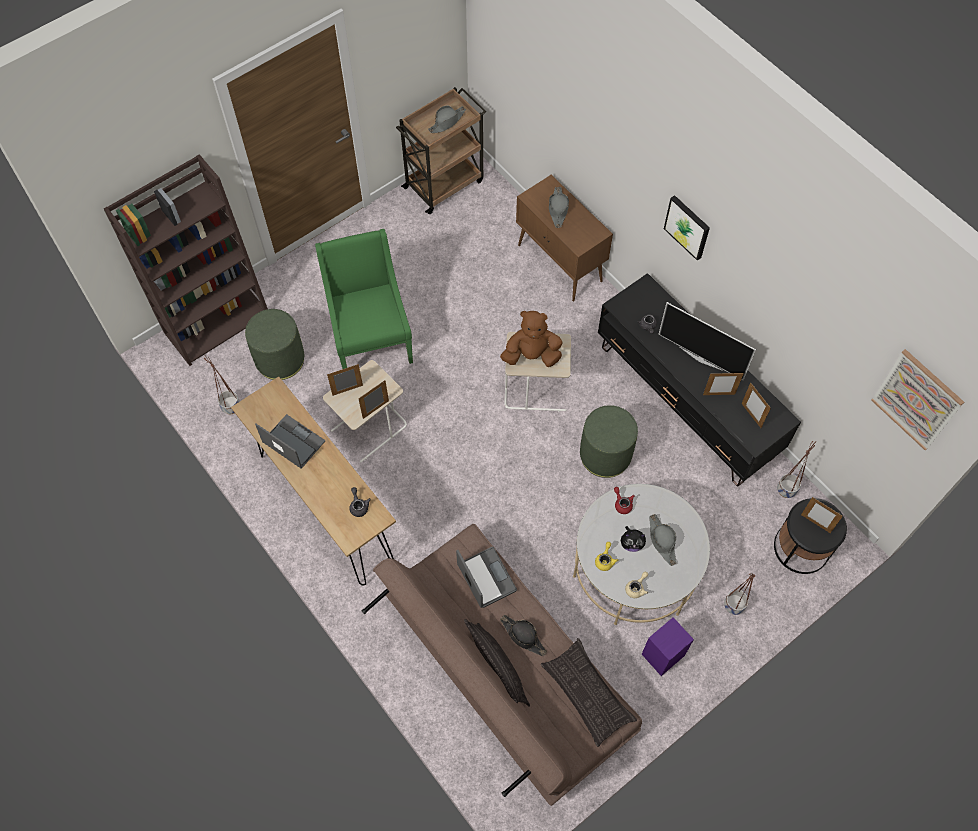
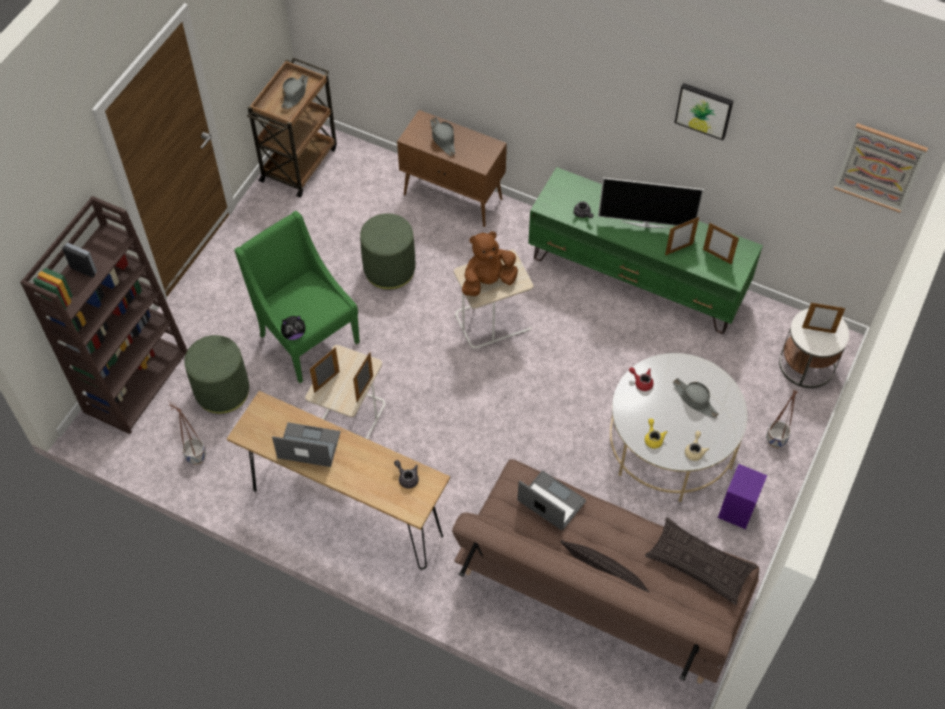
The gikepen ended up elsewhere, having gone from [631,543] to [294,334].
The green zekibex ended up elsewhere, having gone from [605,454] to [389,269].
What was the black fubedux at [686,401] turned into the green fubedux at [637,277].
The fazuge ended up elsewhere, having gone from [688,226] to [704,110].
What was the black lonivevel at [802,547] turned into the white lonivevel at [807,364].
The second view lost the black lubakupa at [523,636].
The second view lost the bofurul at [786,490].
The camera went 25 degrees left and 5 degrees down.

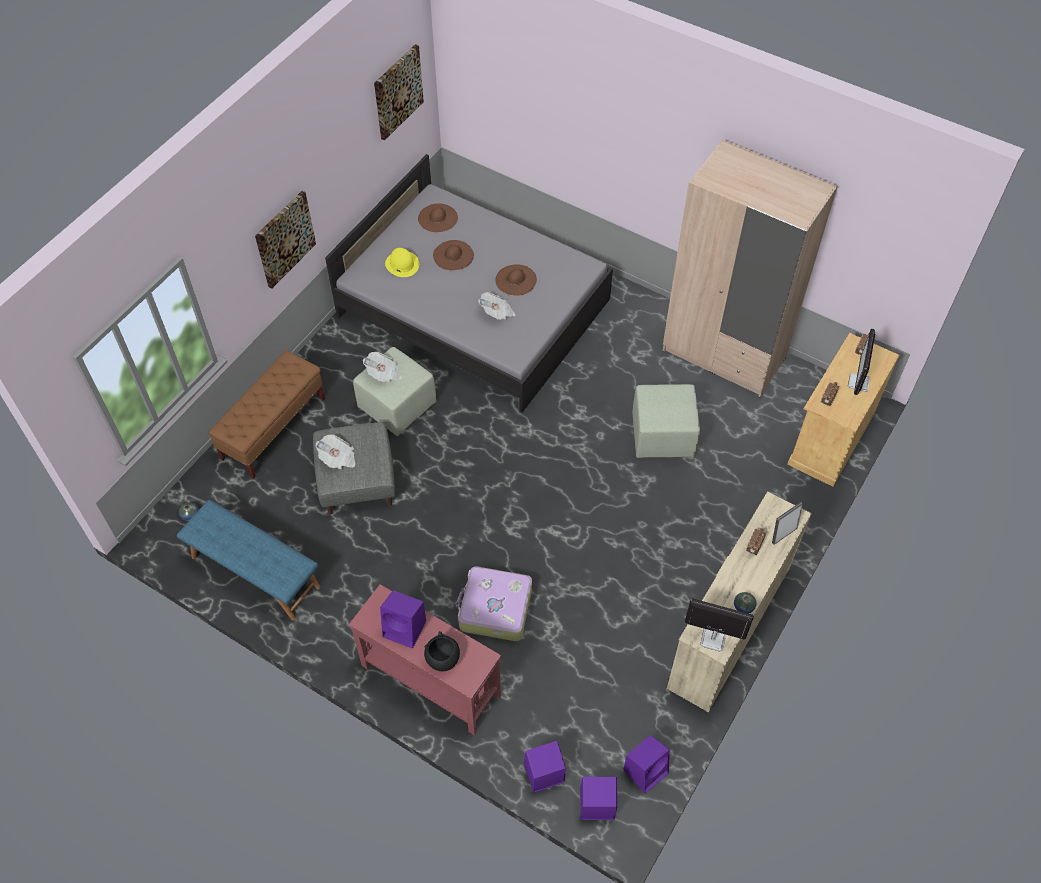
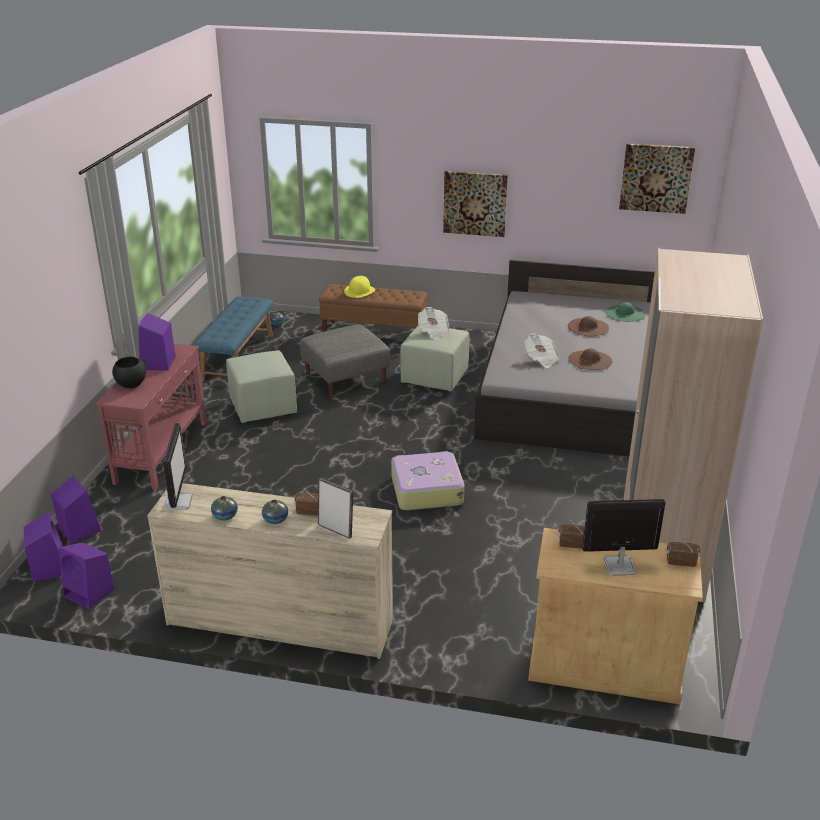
The green zekibex ended up elsewhere, having gone from [663,435] to [263,408].
The second view gained the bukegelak at [275,520].
The yellow lubakupa ended up elsewhere, having gone from [402,264] to [359,291].
The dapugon ended up elsewhere, having gone from [494,609] to [426,490].
What was the brown lubakupa at [438,218] turned into the green lubakupa at [625,313].
The second view lost the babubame at [338,458].
The camera went 70 degrees right and 25 degrees down.

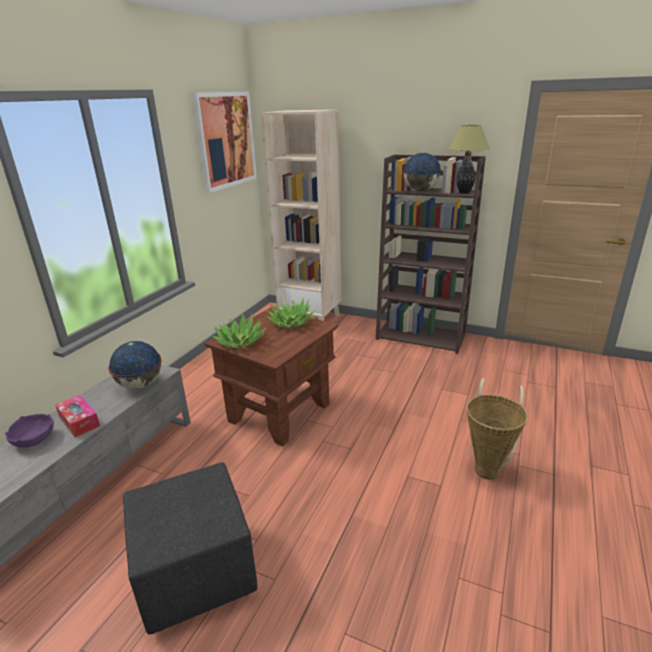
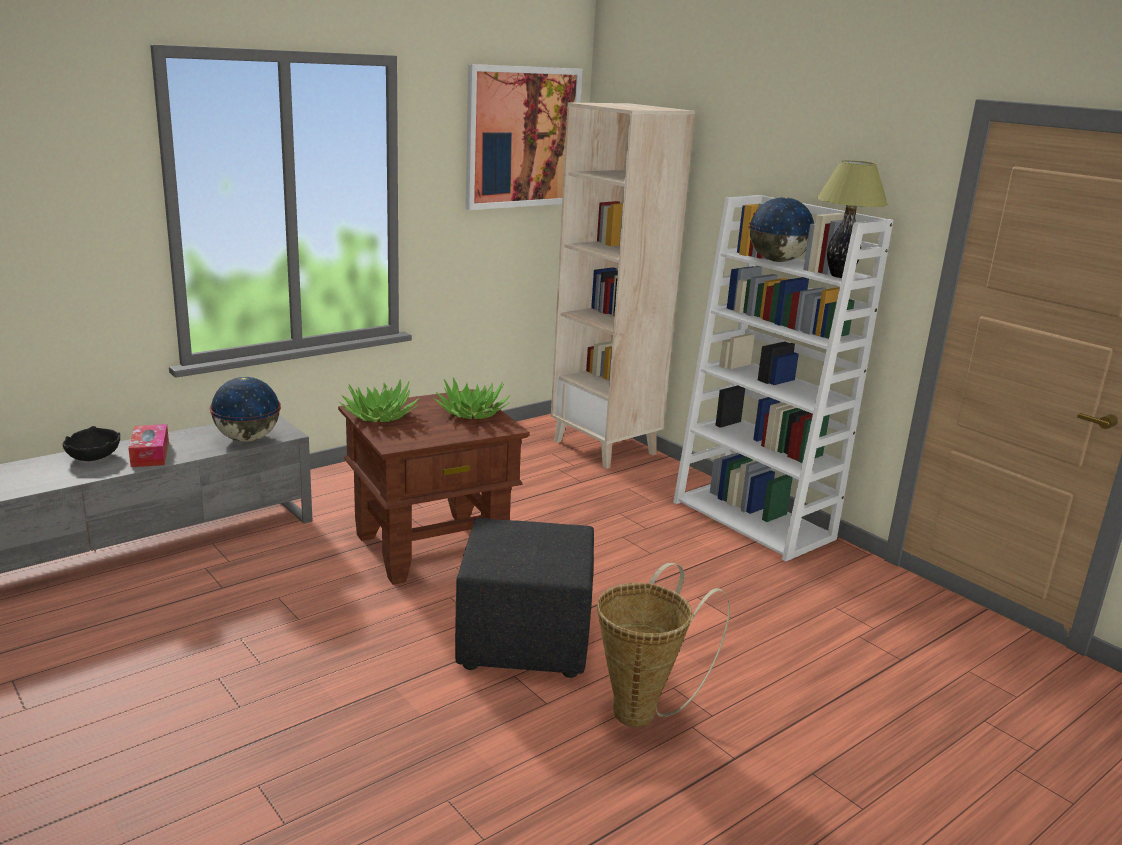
What was the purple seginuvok at [33,440] turned into the black seginuvok at [92,457].
The black zekibex ended up elsewhere, having gone from [197,572] to [526,641].
What was the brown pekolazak at [421,336] turned into the white pekolazak at [754,520].
The camera went 25 degrees right and 5 degrees down.

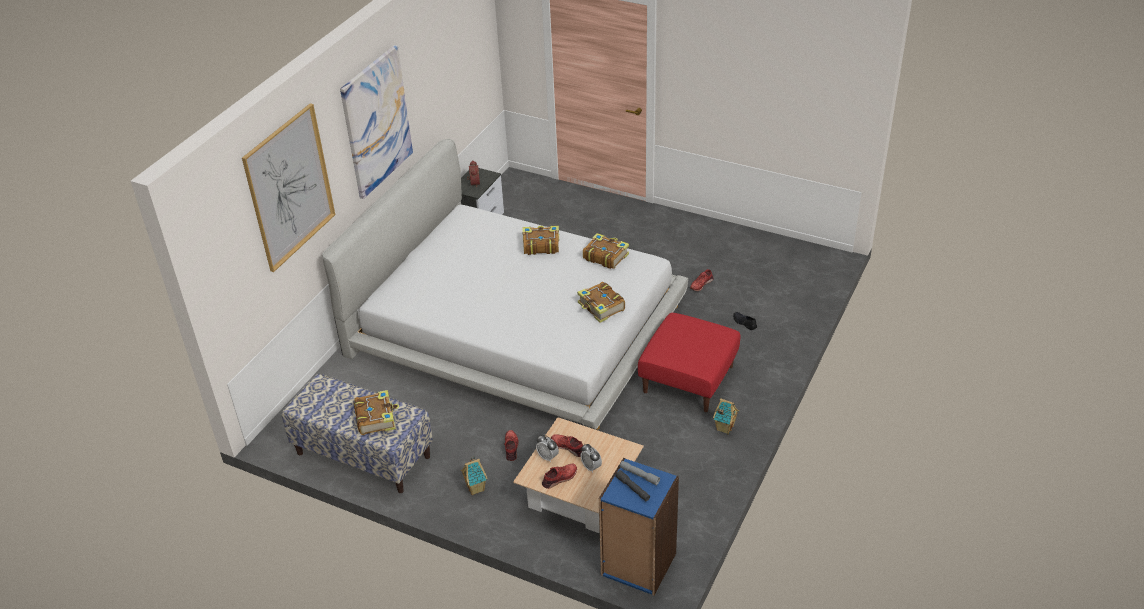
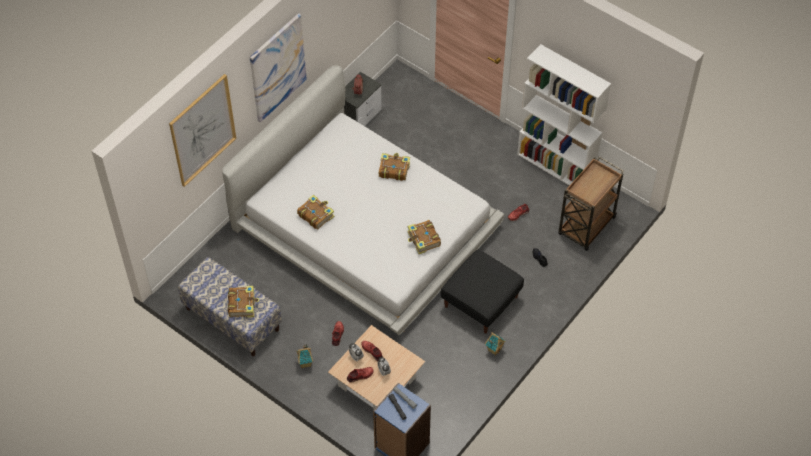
The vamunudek ended up elsewhere, having gone from [605,256] to [315,215].
What was the red zekibex at [688,378] turned into the black zekibex at [481,301].
The second view gained the white pekolazak at [556,166].
The second view gained the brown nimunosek at [586,227].
The camera went 10 degrees right and 15 degrees up.

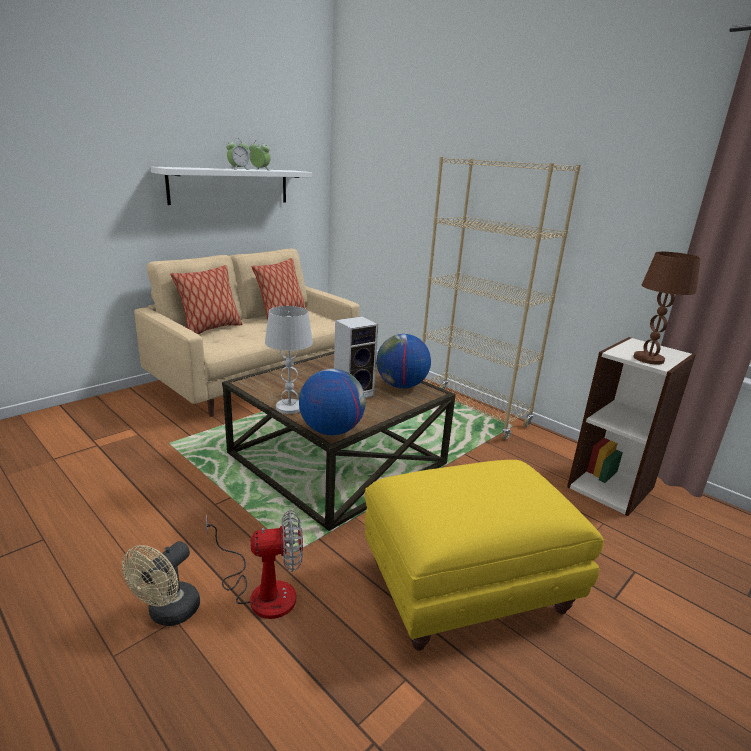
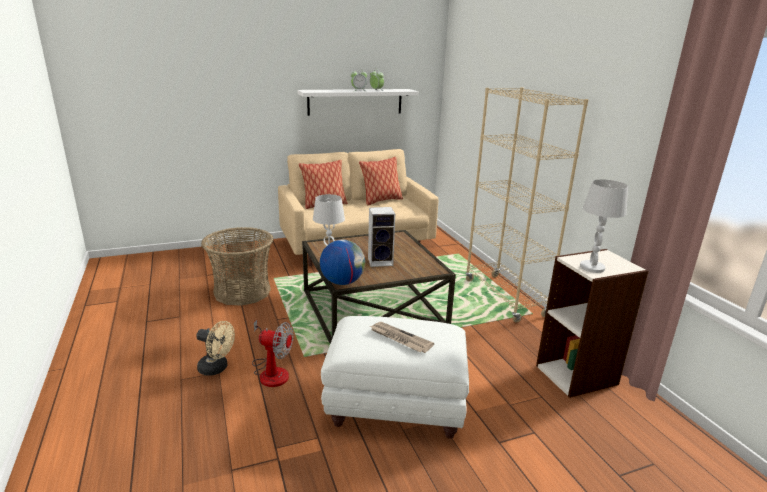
The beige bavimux at [168,614] ended up facing another way, 120 degrees counterclockwise from before.
The second view gained the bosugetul at [242,292].
What was the yellow zekibex at [465,589] turned into the white zekibex at [394,405].
The second view gained the babubame at [400,339].
What was the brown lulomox at [649,359] turned into the white lulomox at [592,267].
The second view lost the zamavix at [401,386].
The camera went 25 degrees right and 0 degrees up.

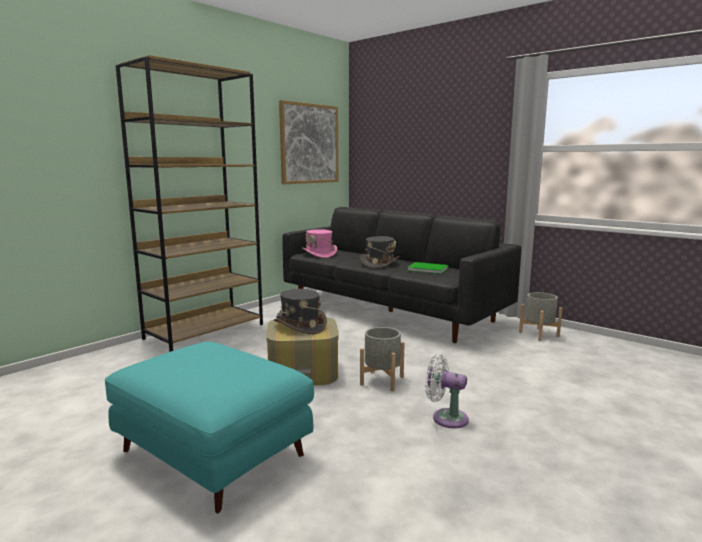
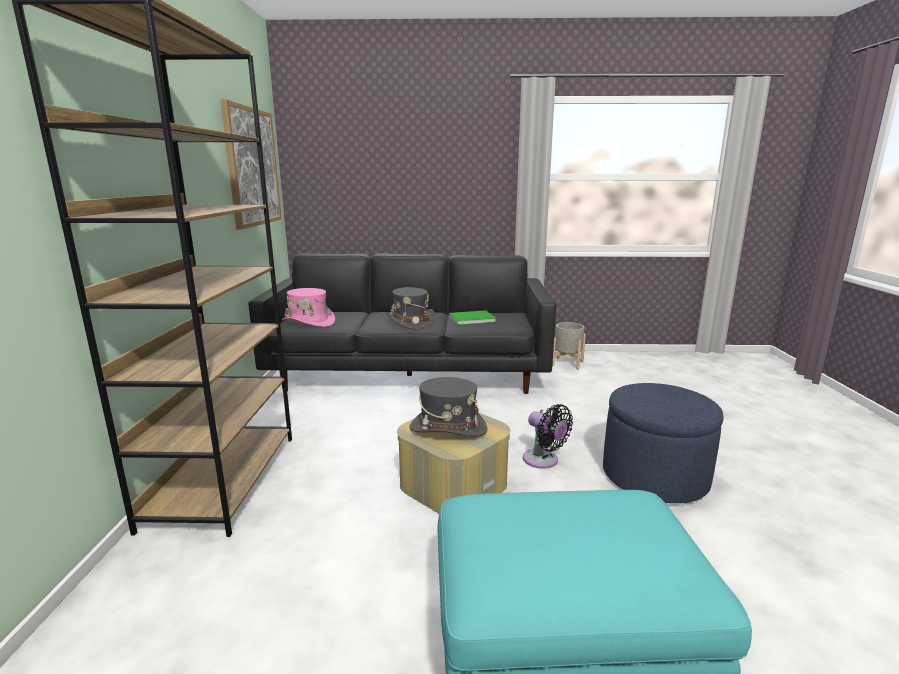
Where the grey bofurul stood at [381,380], the black bavimux came to stand at [543,461].
Where the white bavimux stood at [446,418], the blue zekibex came to stand at [654,476].
The camera went 40 degrees left and 5 degrees up.

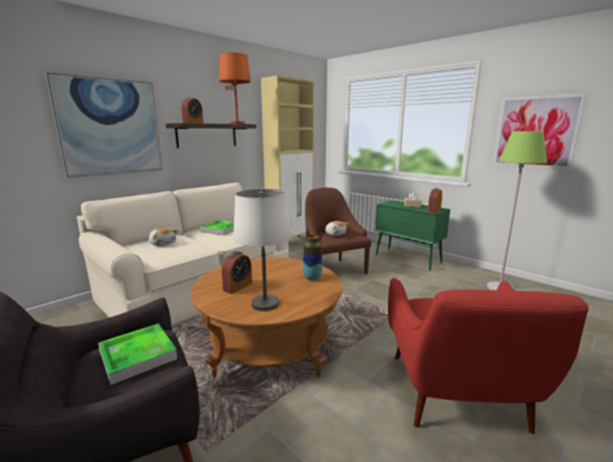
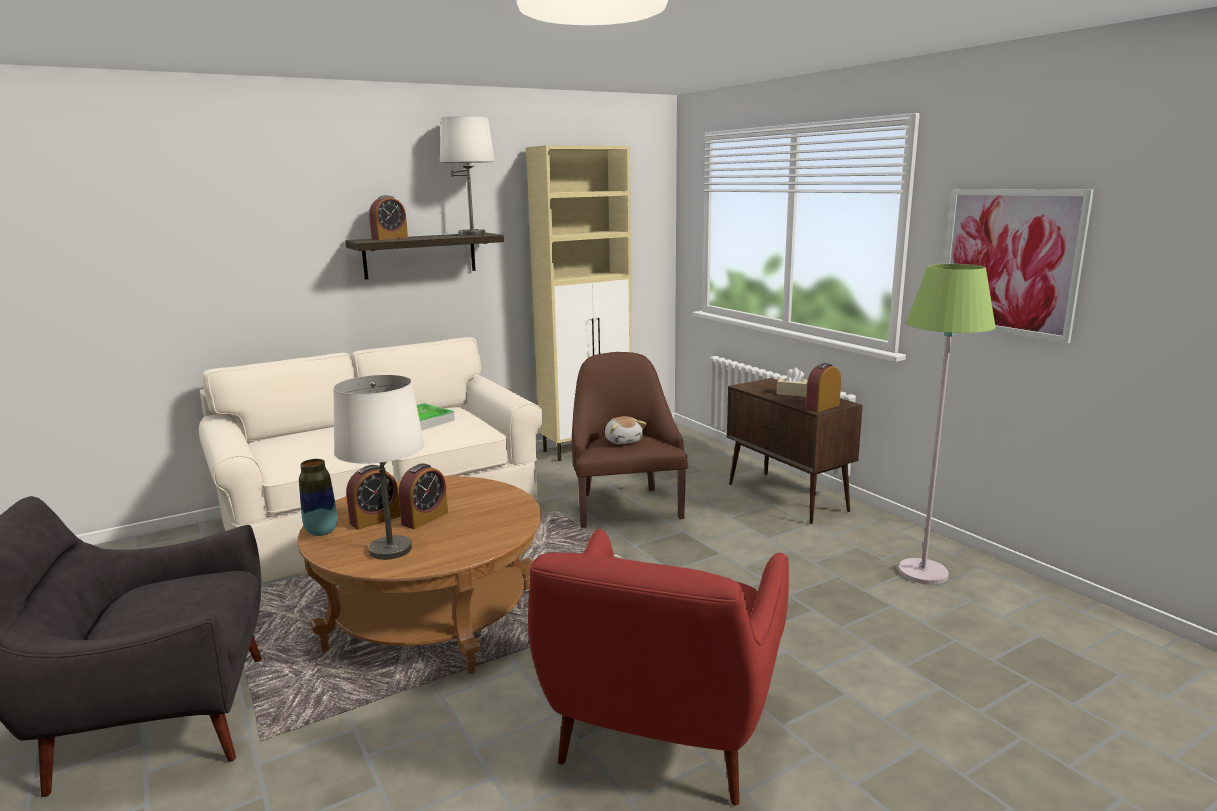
The bukegelak ended up elsewhere, having gone from [312,278] to [321,531].
The second view gained the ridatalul at [425,518].
What was the orange lulomox at [237,123] turned into the white lulomox at [472,234].
What was the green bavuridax at [408,259] turned into the brown bavuridax at [788,497].
The second view lost the fazuge at [110,127].
The second view lost the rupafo at [138,355].
The second view lost the gikepen at [163,243].
The camera went 15 degrees right and 0 degrees up.

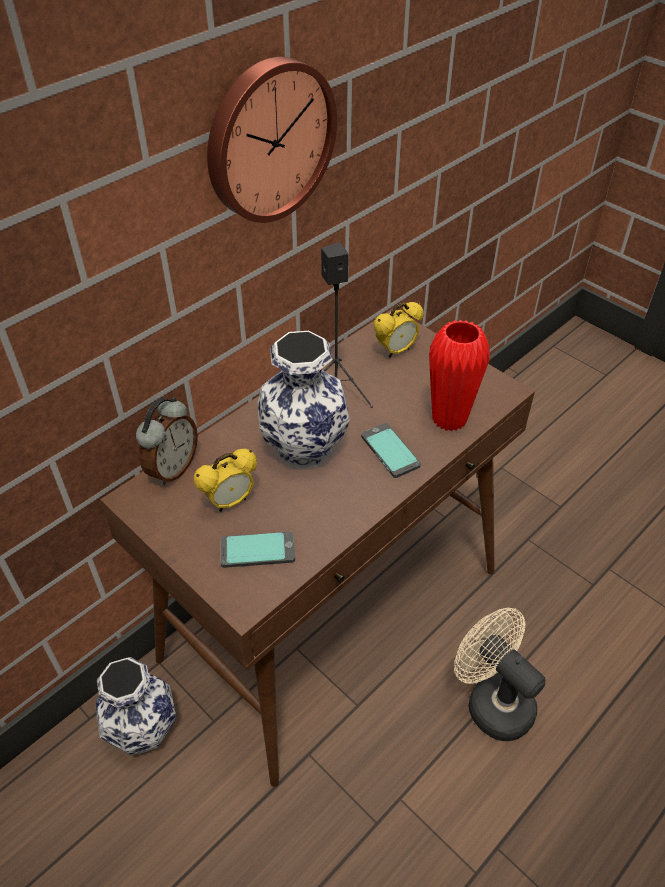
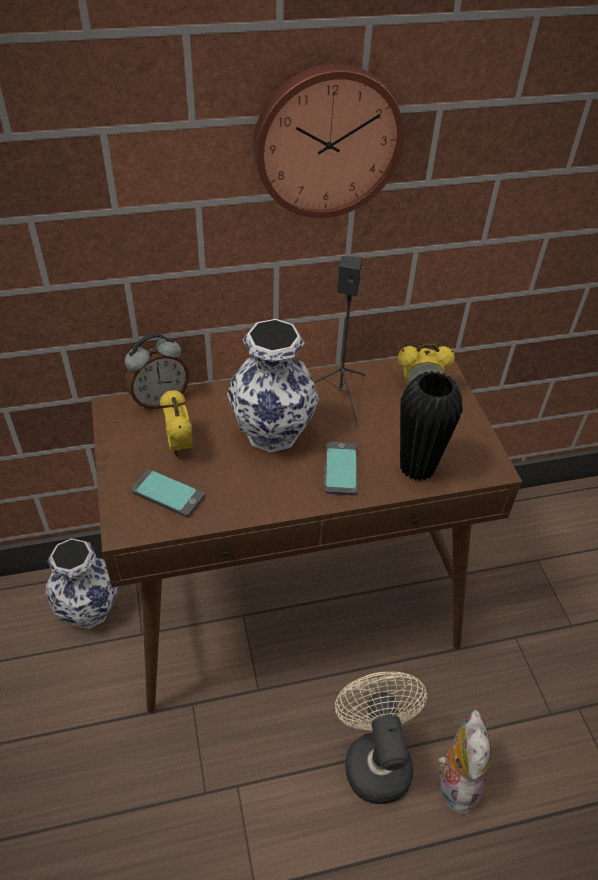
The ridatalul at [230,502] ended up facing another way, 75 degrees clockwise from before.
What was the red bukegelak at [449,419] turned into the black bukegelak at [417,467].
The second view gained the gikepen at [454,780].
The camera went 30 degrees right and 0 degrees up.

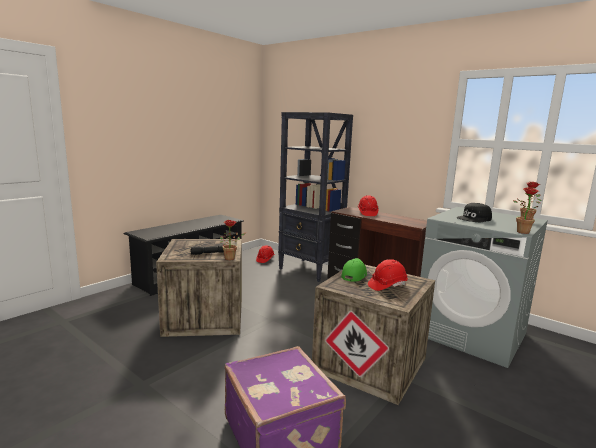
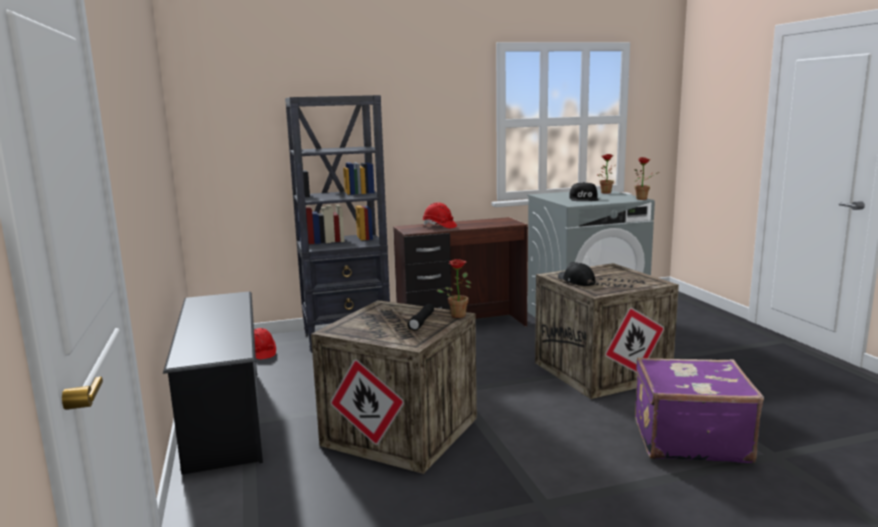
What was the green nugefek at [354,275] turned into the black nugefek at [576,281].
The second view lost the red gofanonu at [387,285].
The camera went 55 degrees left and 0 degrees up.

